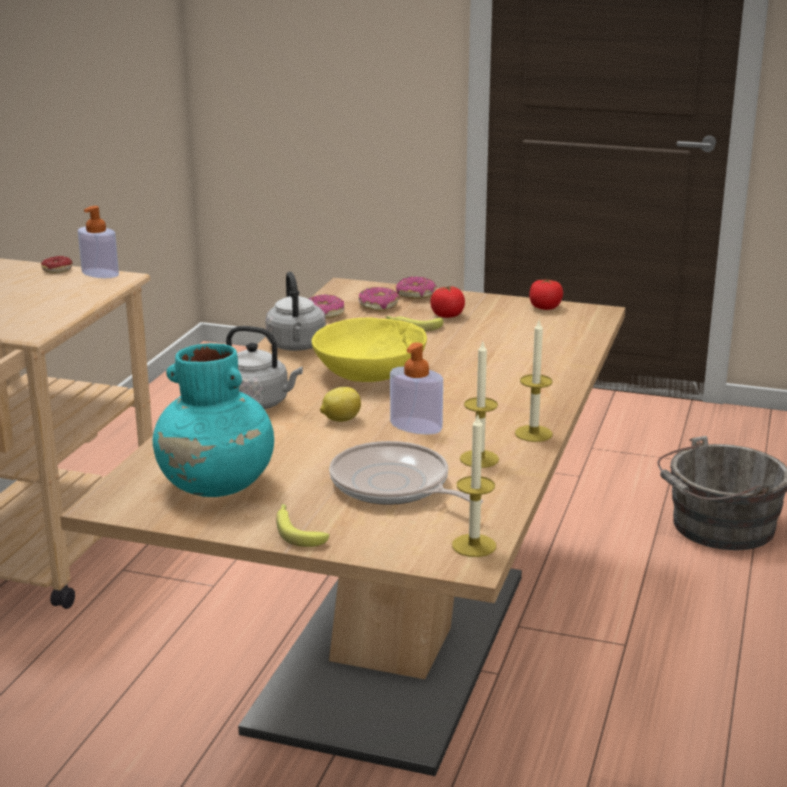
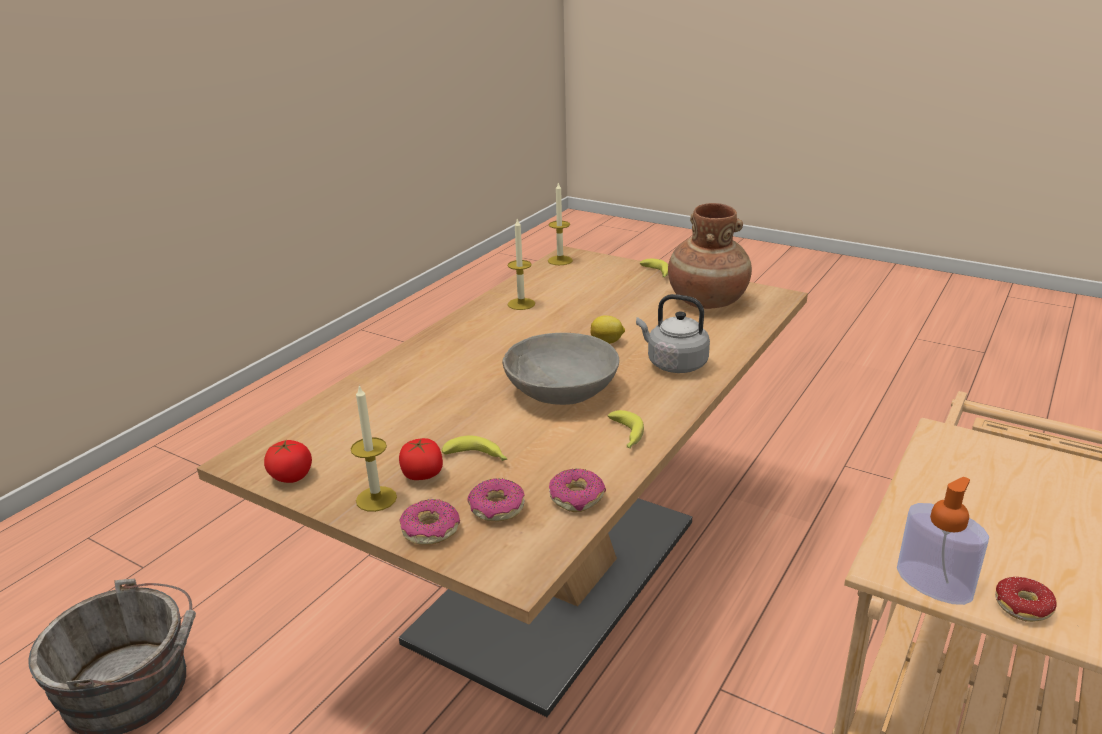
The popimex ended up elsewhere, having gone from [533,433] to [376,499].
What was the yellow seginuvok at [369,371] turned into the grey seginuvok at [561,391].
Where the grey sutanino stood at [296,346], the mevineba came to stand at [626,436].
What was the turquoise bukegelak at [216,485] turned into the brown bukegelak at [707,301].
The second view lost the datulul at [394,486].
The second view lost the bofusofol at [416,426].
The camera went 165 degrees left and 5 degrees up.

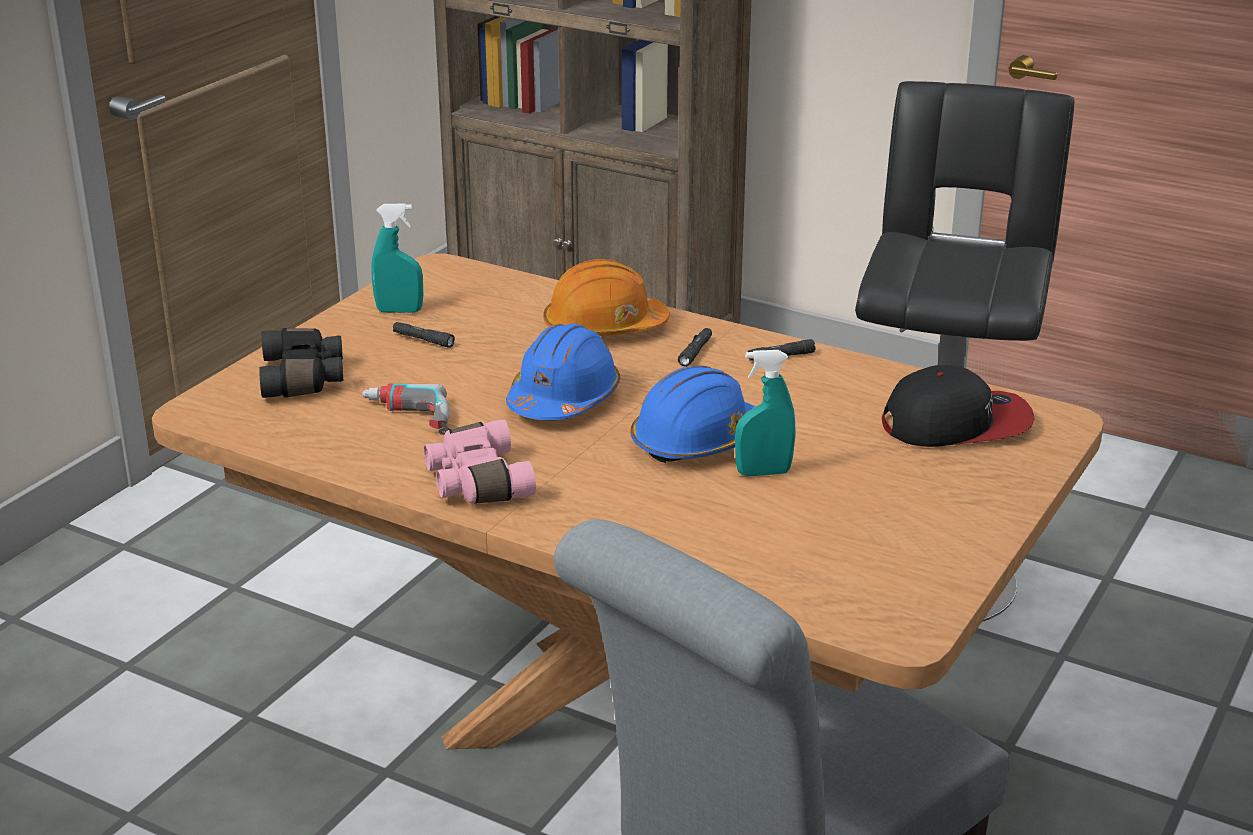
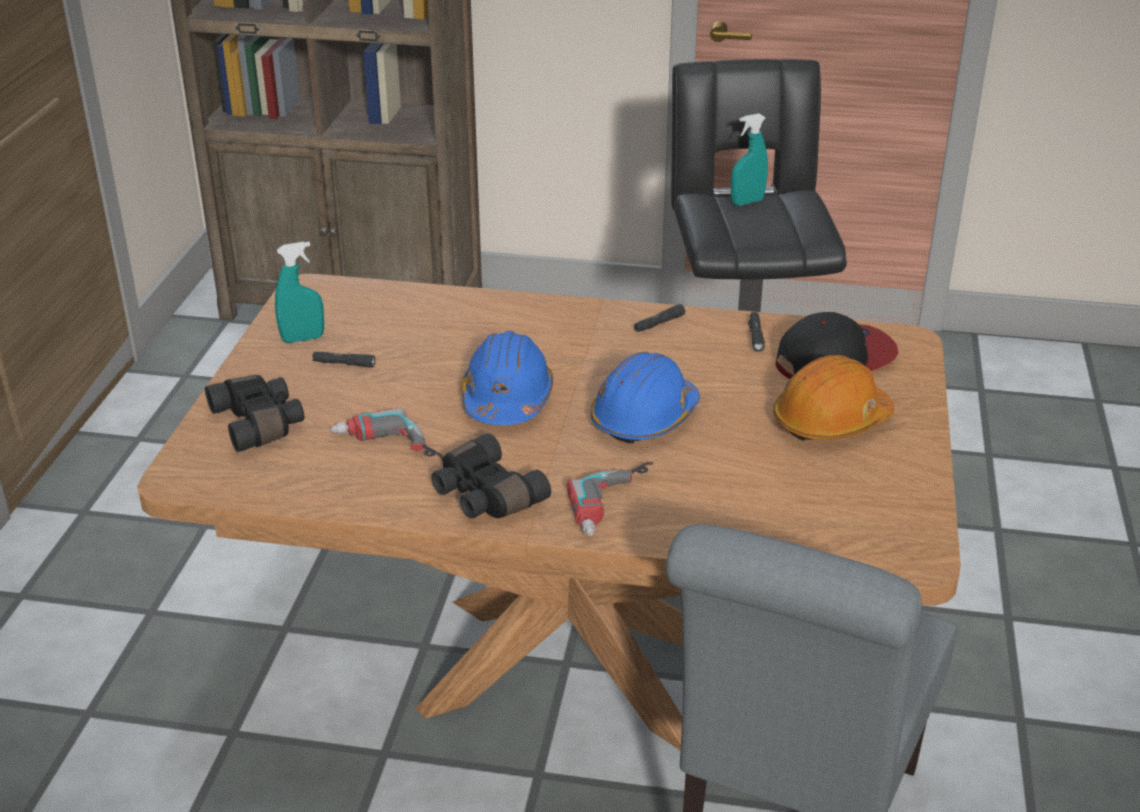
What was the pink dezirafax at [475,482] turned into the black dezirafax at [484,495].
The second view gained the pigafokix at [618,505].
The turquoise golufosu ended up elsewhere, having gone from [763,472] to [747,202].
The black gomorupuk ended up elsewhere, having gone from [695,352] to [755,336].
The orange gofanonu ended up elsewhere, having gone from [604,328] to [830,421].
The camera went 20 degrees left and 5 degrees up.

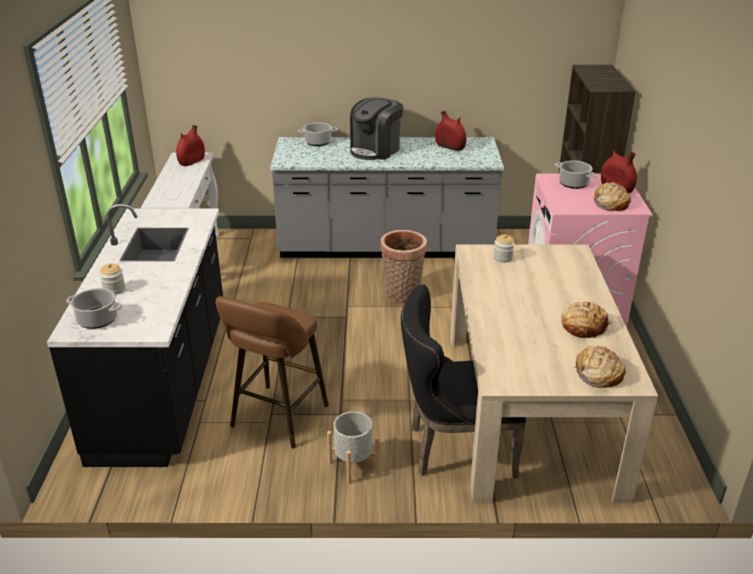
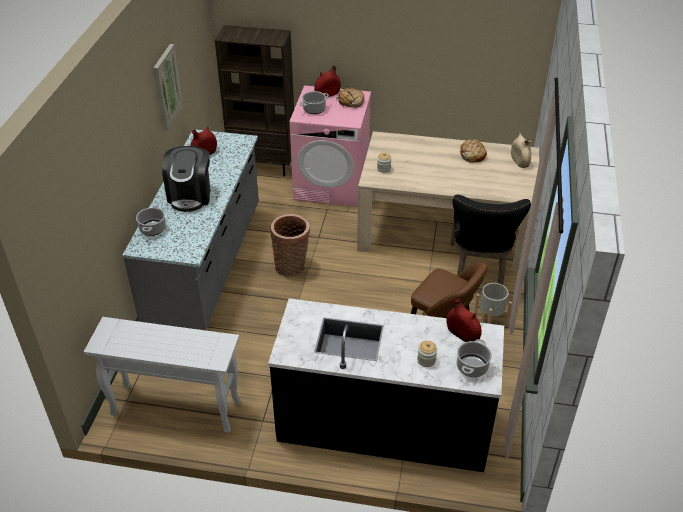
The second view gained the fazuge at [166,87].
The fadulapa at [375,150] ended up facing another way, 45 degrees clockwise from before.
The red bukegelak ended up elsewhere, having gone from [191,161] to [462,334].
Where the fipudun stood at [597,373], the beige bukegelak came to stand at [519,161].
The camera went 80 degrees left and 10 degrees up.

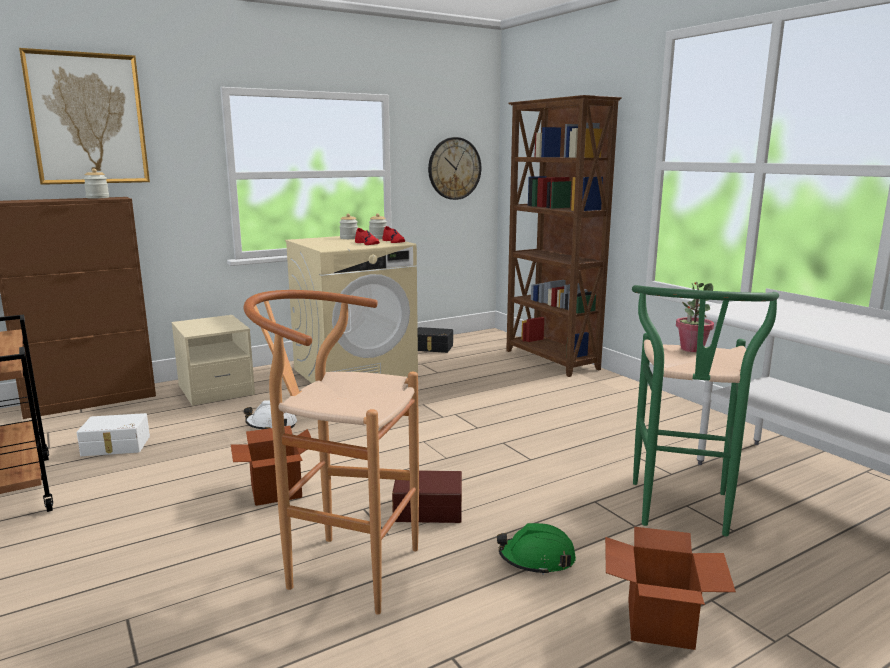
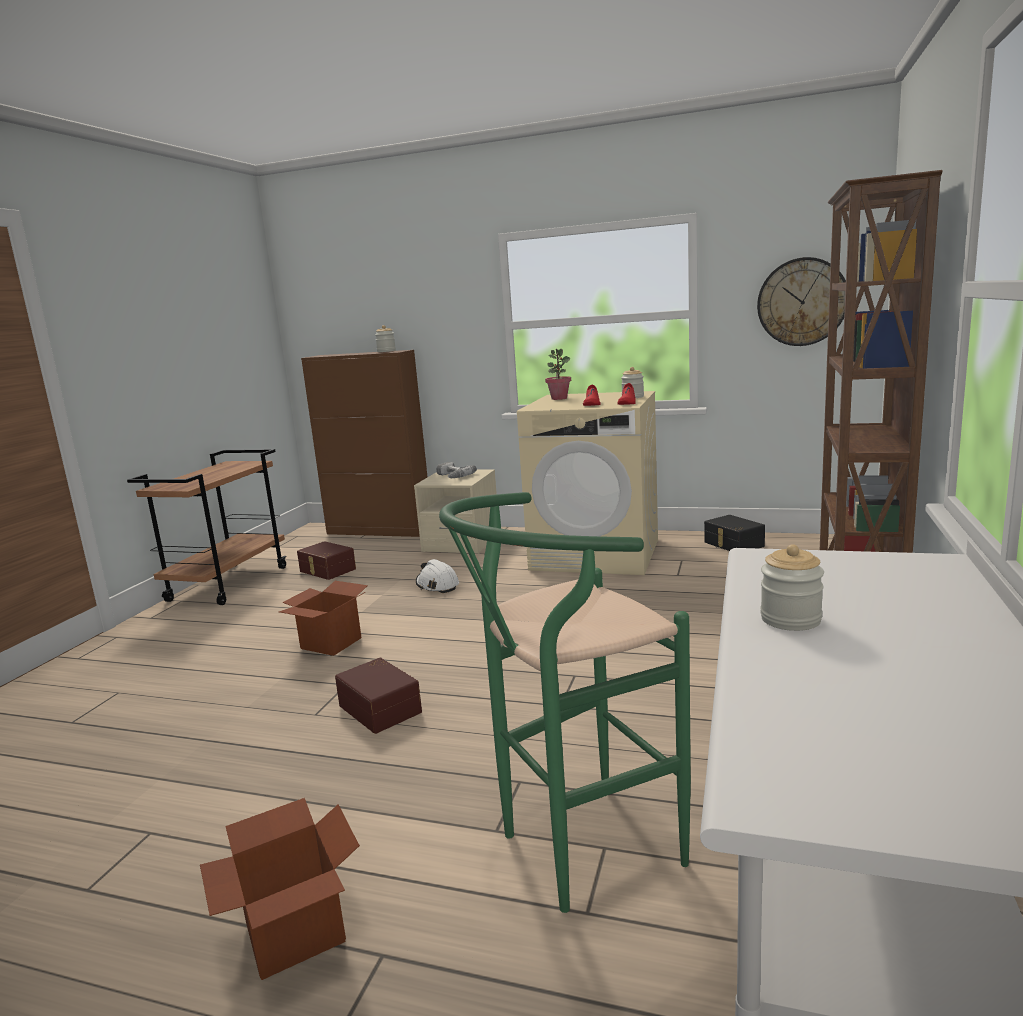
What was the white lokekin at [115,446] turned into the brown lokekin at [327,570].
The second view gained the pigafokix at [451,476].
The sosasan ended up elsewhere, having gone from [691,349] to [559,398].
The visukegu ended up elsewhere, having gone from [349,238] to [790,619].
The second view lost the fazuge at [88,119].
The second view lost the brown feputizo at [341,568].
The second view lost the green gofanonu at [537,559].
The camera went 50 degrees right and 0 degrees up.

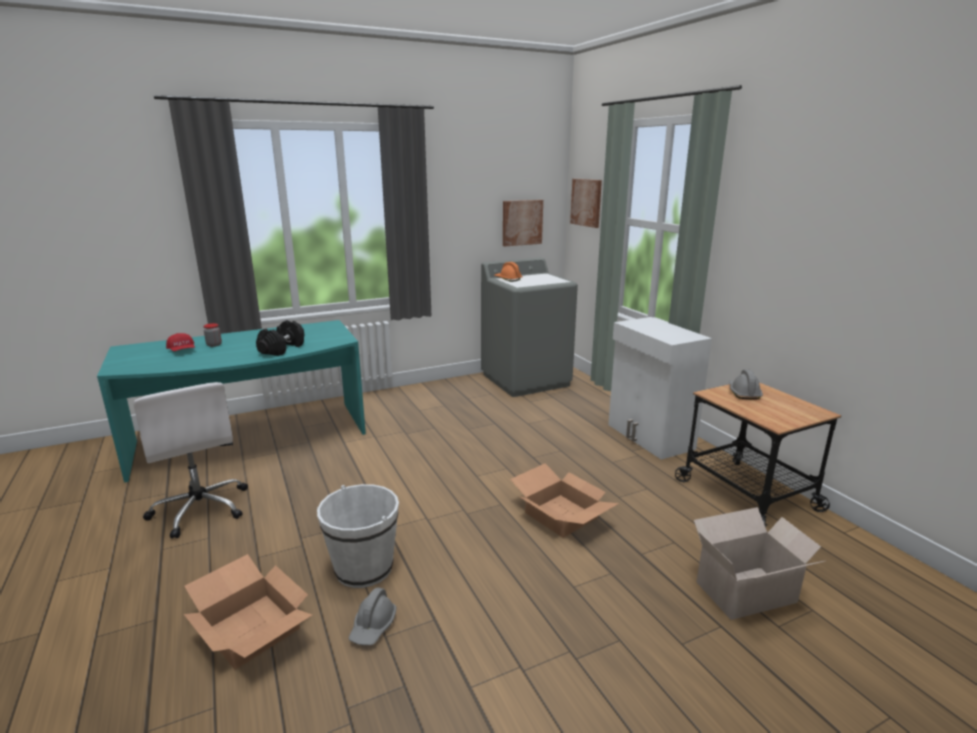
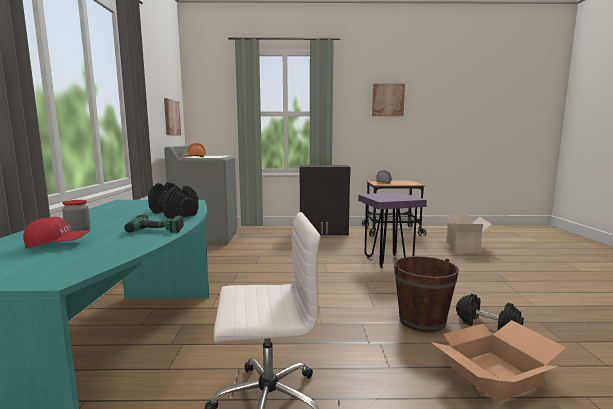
The second view gained the pigafokix at [159,226].
What was the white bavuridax at [649,437] turned into the black bavuridax at [323,232].
Where the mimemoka stood at [562,515], the purple feputizo came to stand at [388,261].
The fazuge ended up elsewhere, having gone from [586,202] to [388,100].
What was the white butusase at [364,568] turned into the brown butusase at [422,321].
Where the grey gofanonu stood at [373,626], the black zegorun came to stand at [487,325].
The camera went 65 degrees left and 10 degrees down.

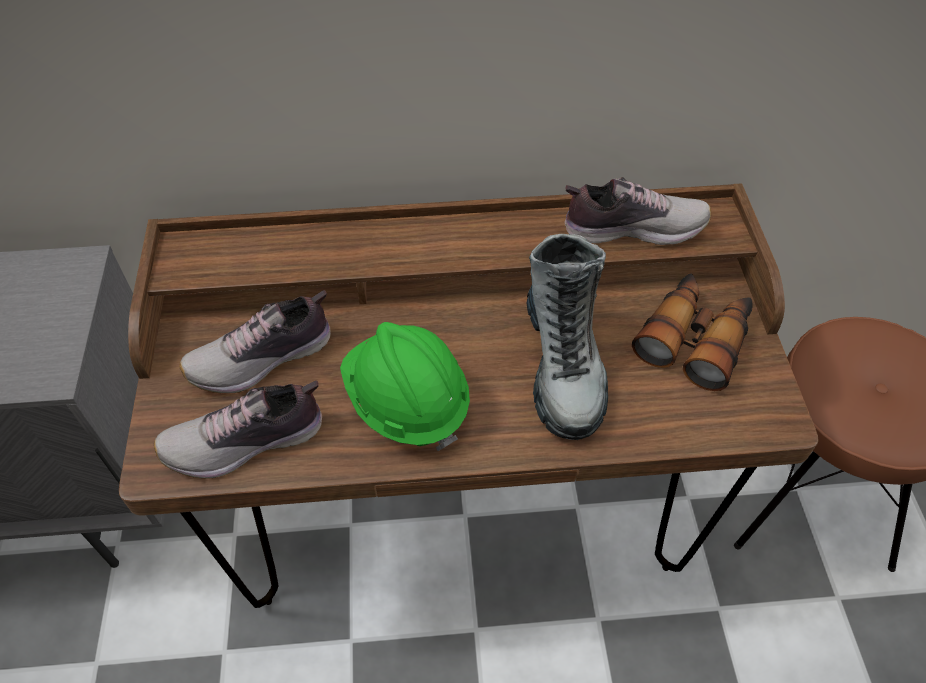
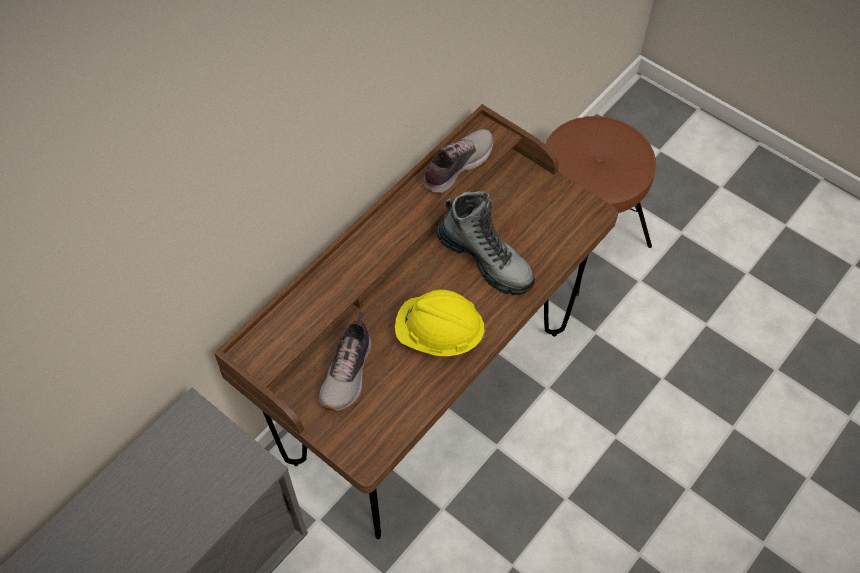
What was the green gofanonu at [406,401] turned into the yellow gofanonu at [439,335].
The second view lost the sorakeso at [247,442].
The second view lost the dezirafax at [694,338].
The camera went 45 degrees left and 5 degrees up.

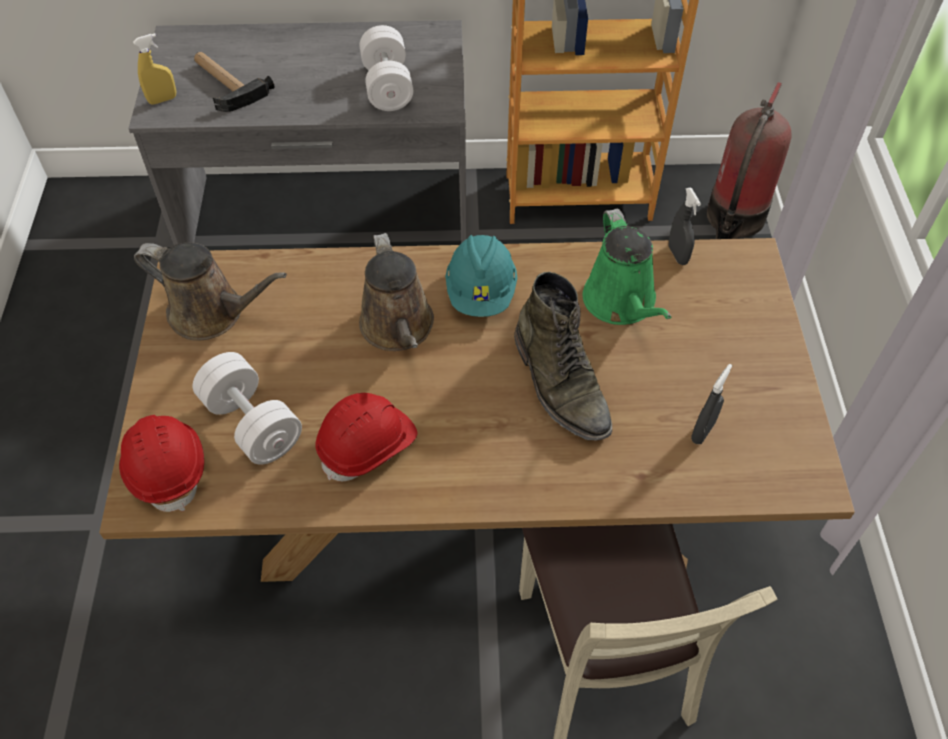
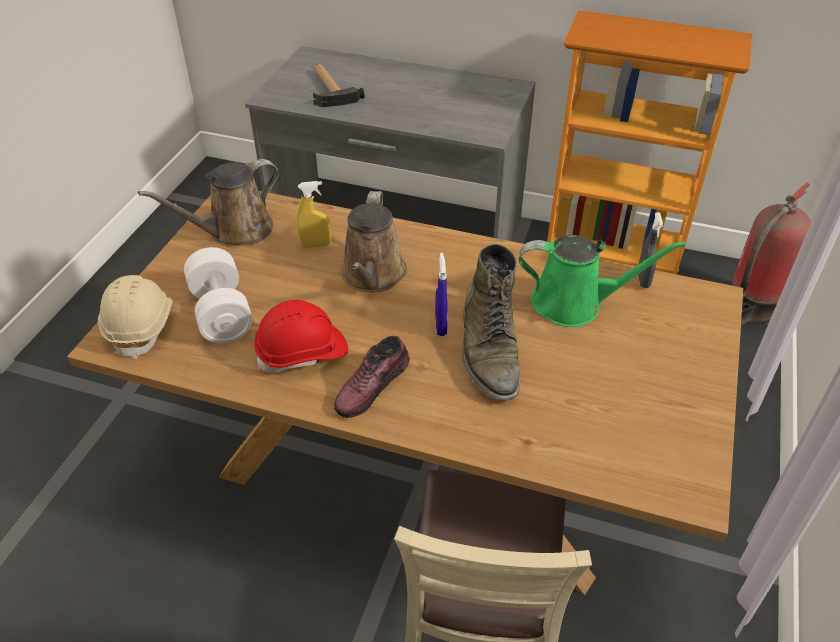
What was the red gofanonu at [168,468] turned into the beige gofanonu at [141,326].
The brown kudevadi at [212,313] ended up facing another way, 105 degrees clockwise from before.
The yellow golufosu ended up elsewhere, having gone from [163,100] to [315,245].
The second view gained the sorakeso at [373,386].
The second view gained the blue golufosu at [441,326].
The green kudevadi at [622,303] ended up facing another way, 90 degrees counterclockwise from before.
The second view lost the white zegorun at [387,86].
The second view lost the turquoise gofanonu at [481,292].
The second view lost the grey golufosu at [702,431].
The camera went 20 degrees right and 10 degrees down.

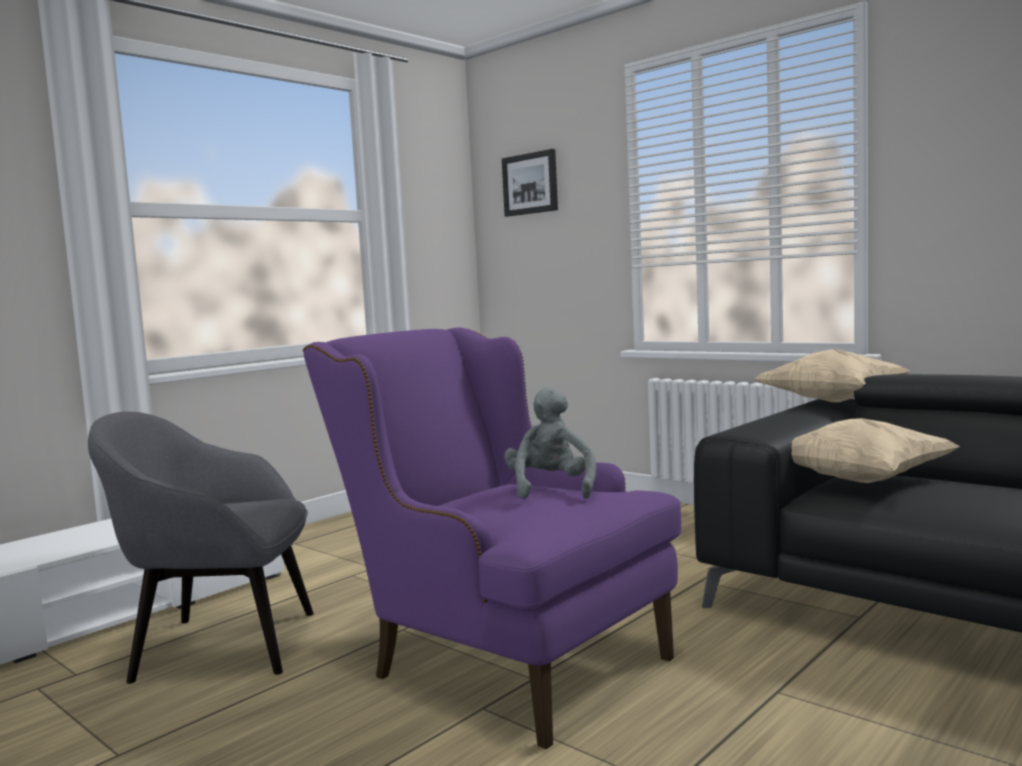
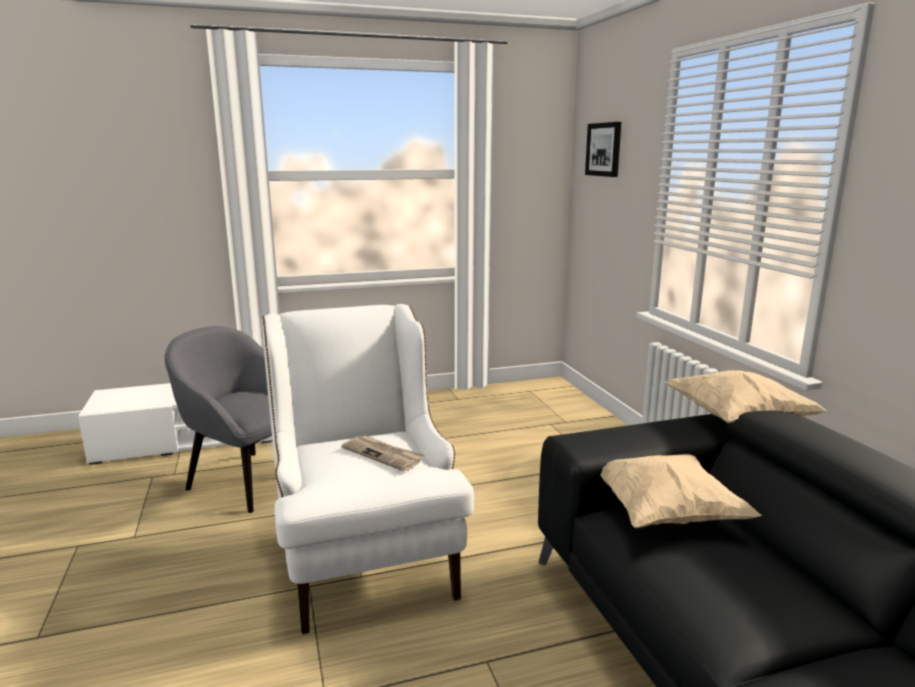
What was the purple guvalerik at [501,658] turned into the white guvalerik at [364,552].
Where the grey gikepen stood at [551,489], the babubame came to stand at [383,454].
The camera went 30 degrees right and 10 degrees up.

